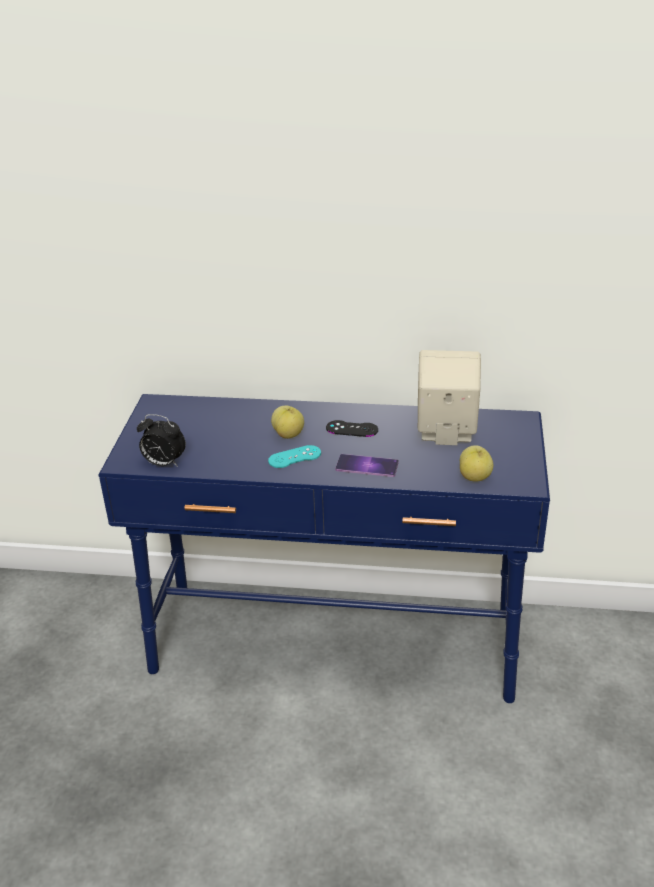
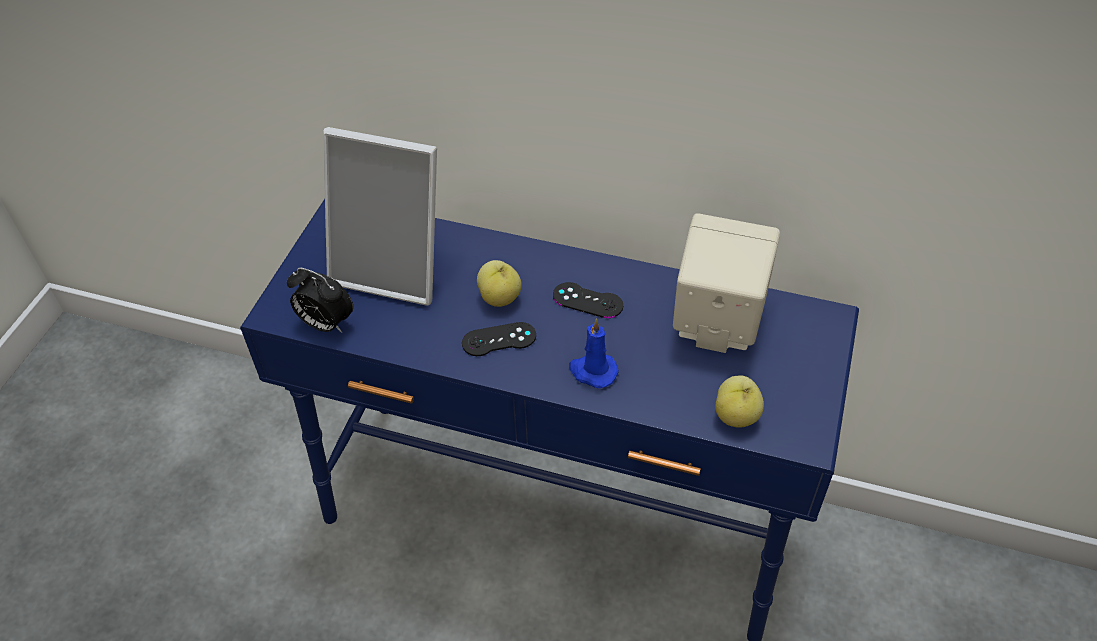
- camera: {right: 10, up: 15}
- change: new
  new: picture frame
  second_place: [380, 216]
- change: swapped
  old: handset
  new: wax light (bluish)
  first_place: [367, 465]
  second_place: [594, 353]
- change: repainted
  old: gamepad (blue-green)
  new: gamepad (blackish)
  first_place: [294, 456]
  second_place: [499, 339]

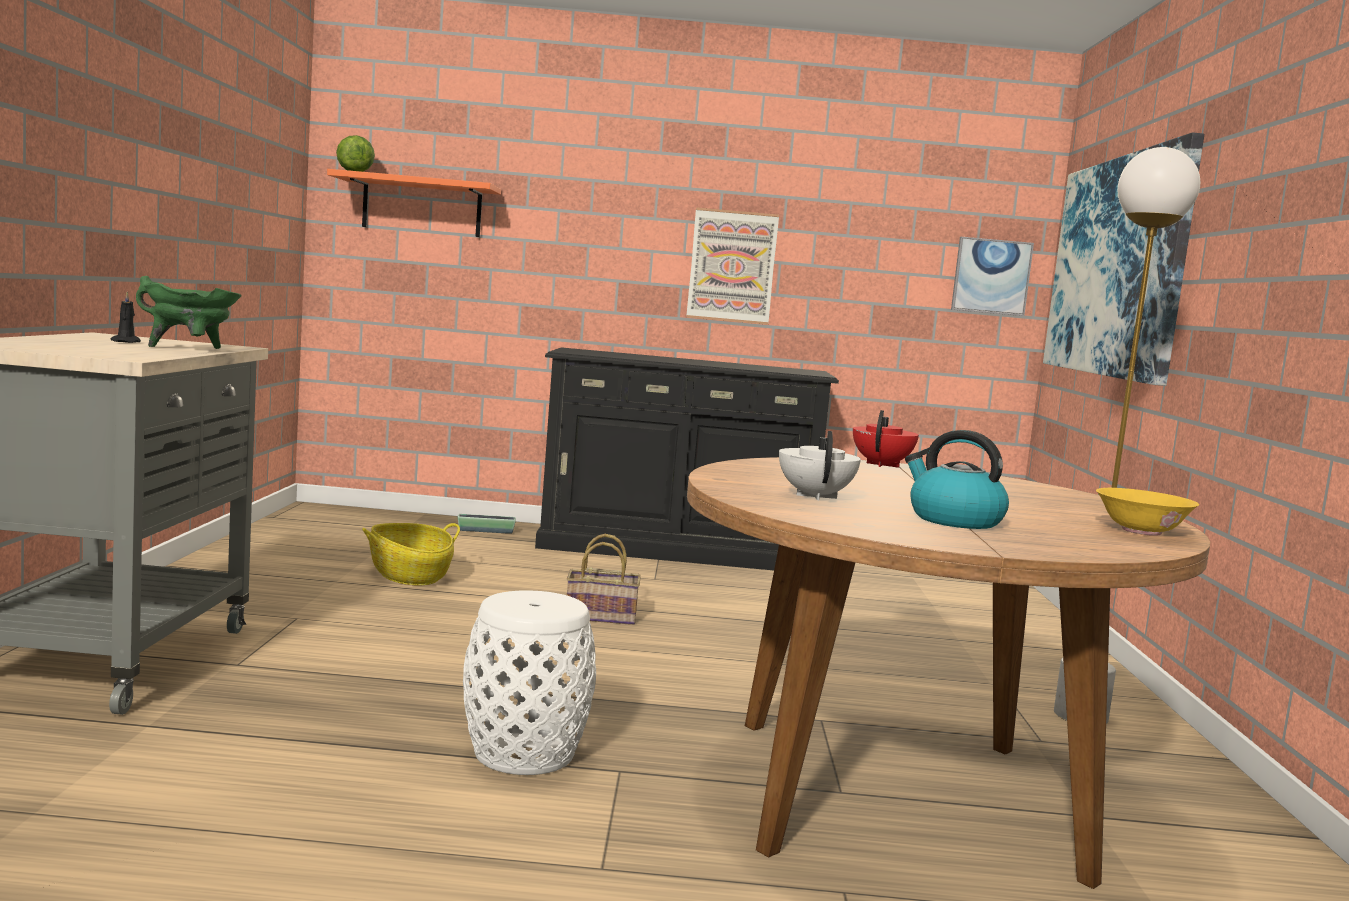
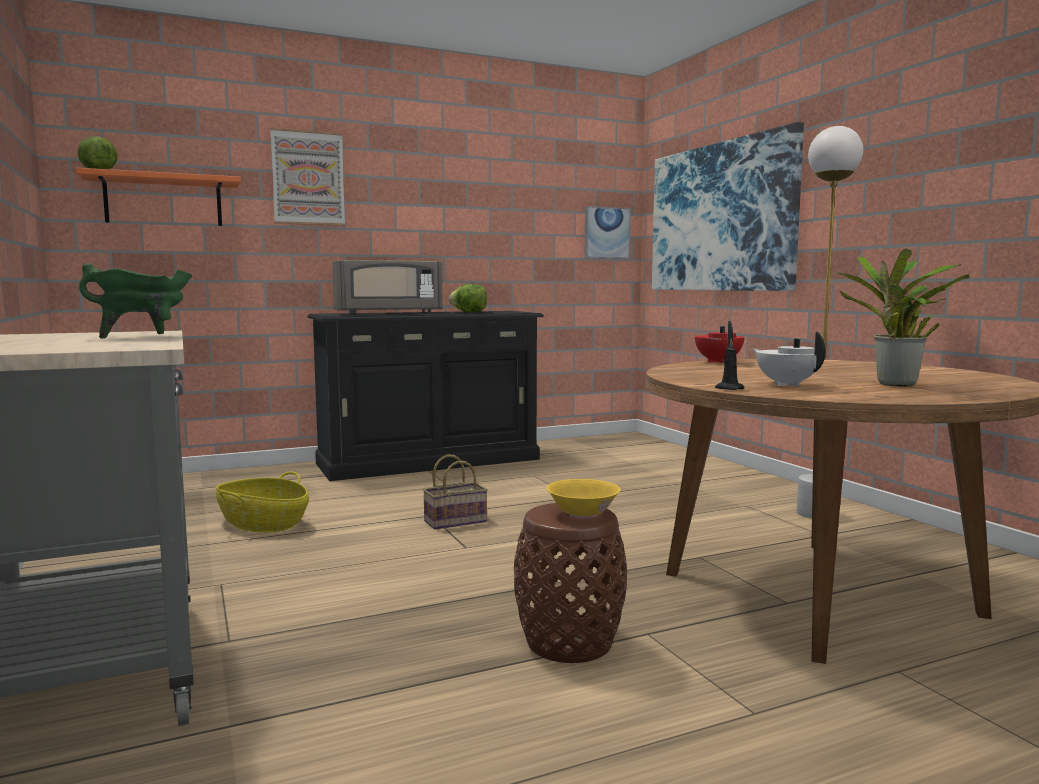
- camera: {right: -25, up: 0}
- change: gone
  old: planter
  first_place: [487, 524]
- change: new
  new: microwave oven (gray)
  second_place: [387, 287]
- change: new
  new: lettuce
  second_place: [468, 298]
- change: shifted
  old: wax light (blackish)
  first_place: [126, 317]
  second_place: [730, 364]
- change: shifted
  old: wall picture
  first_place: [732, 266]
  second_place: [307, 177]
- change: shifted
  old: serving bowl (yellow-coloured)
  first_place: [1147, 512]
  second_place: [583, 499]
- change: swapped
  old: water kettle
  new: houseplant
  first_place: [957, 479]
  second_place: [903, 318]
- change: repainted
  old: stool seat (white-coloured)
  new: stool seat (brown-coloured)
  first_place: [529, 682]
  second_place: [570, 583]

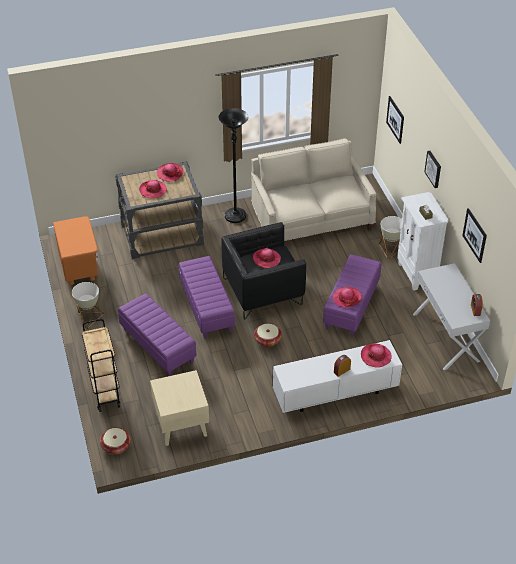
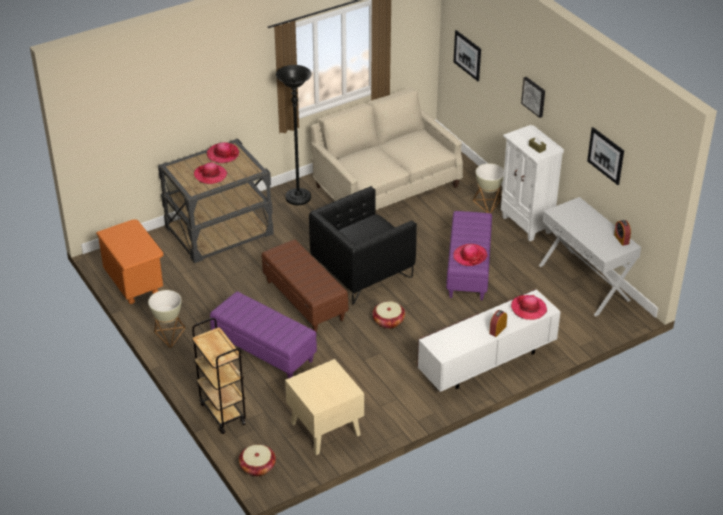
- camera: {right: -15, up: -5}
- change: gone
  old: wearable hat
  first_place: [267, 258]
- change: repainted
  old: pouffe (purple-coloured)
  new: pouffe (brown-coloured)
  first_place: [206, 297]
  second_place: [305, 285]

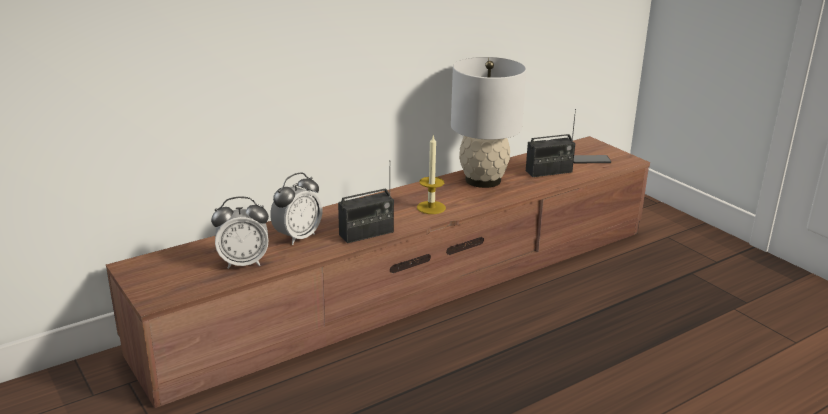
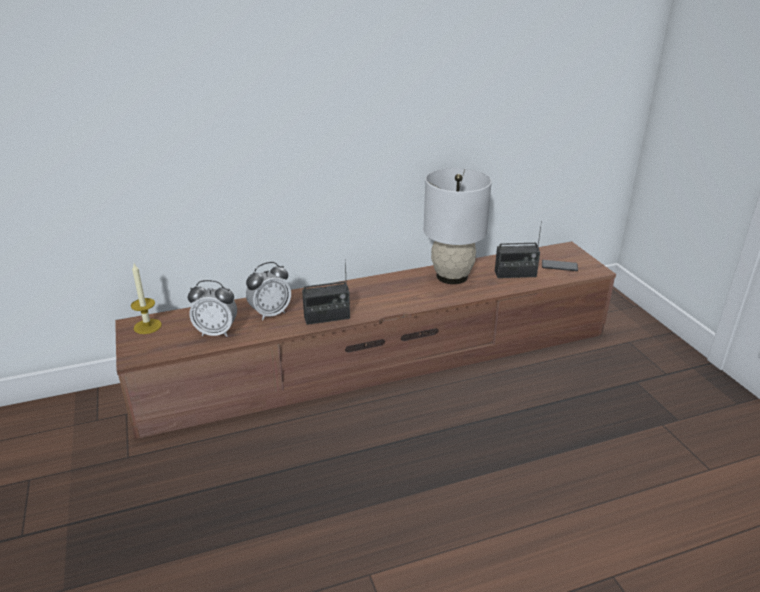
- camera: {right: 15, up: 5}
- change: shifted
  old: wax light
  first_place: [431, 175]
  second_place: [146, 299]

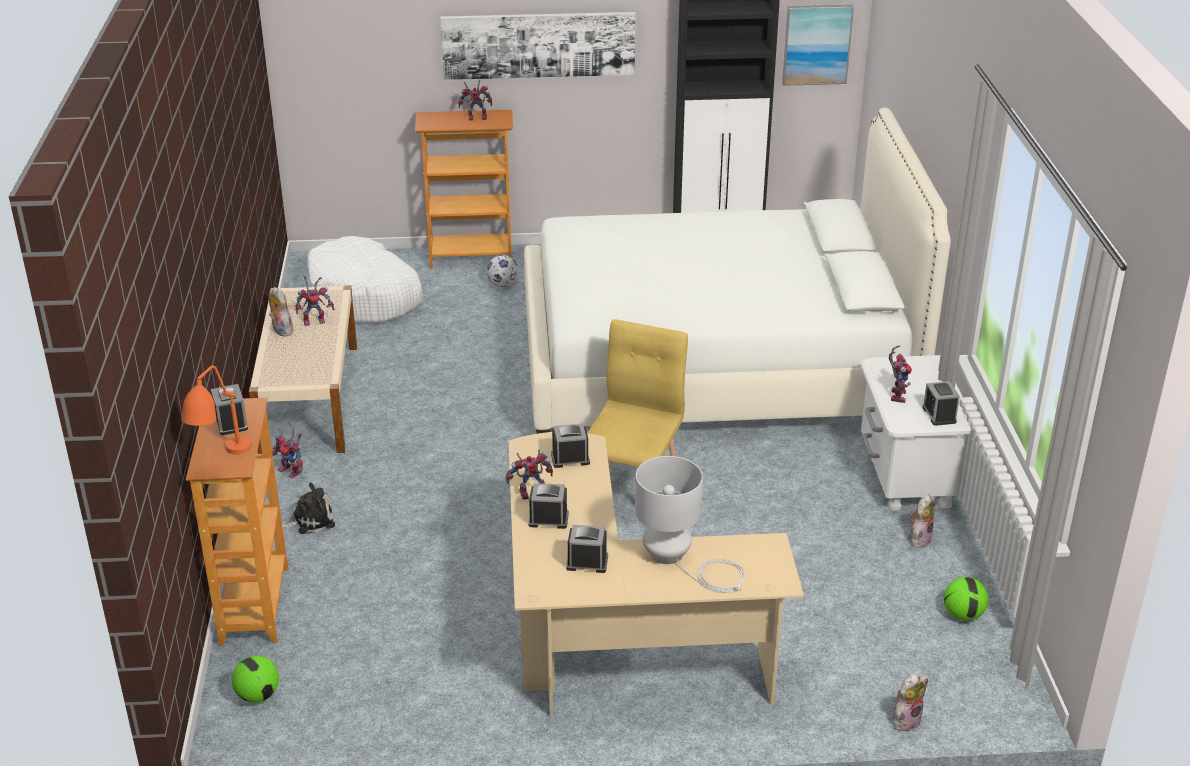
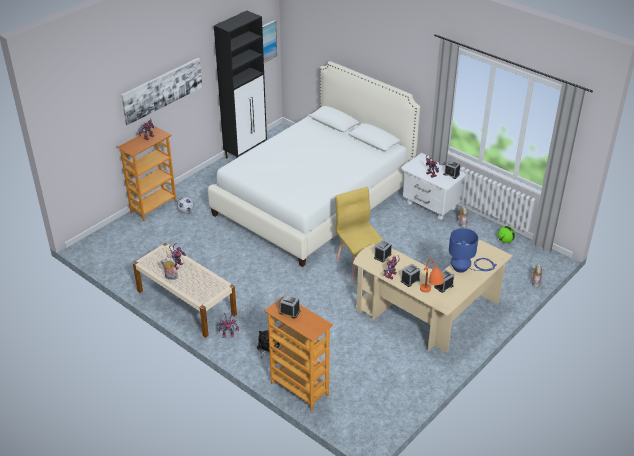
- camera: {right: -45, up: 5}
- change: gone
  old: football ball
  first_place: [255, 679]
- change: gone
  old: pet bed (white-coloured)
  first_place: [365, 279]
- change: shifted
  old: table lamp (orange-coloured)
  first_place: [216, 410]
  second_place: [432, 276]
- change: repainted
  old: table lamp (gray)
  new: table lamp (bluish)
  first_place: [689, 524]
  second_place: [473, 250]

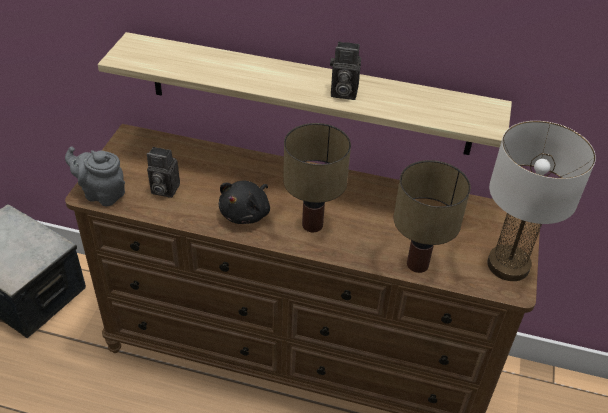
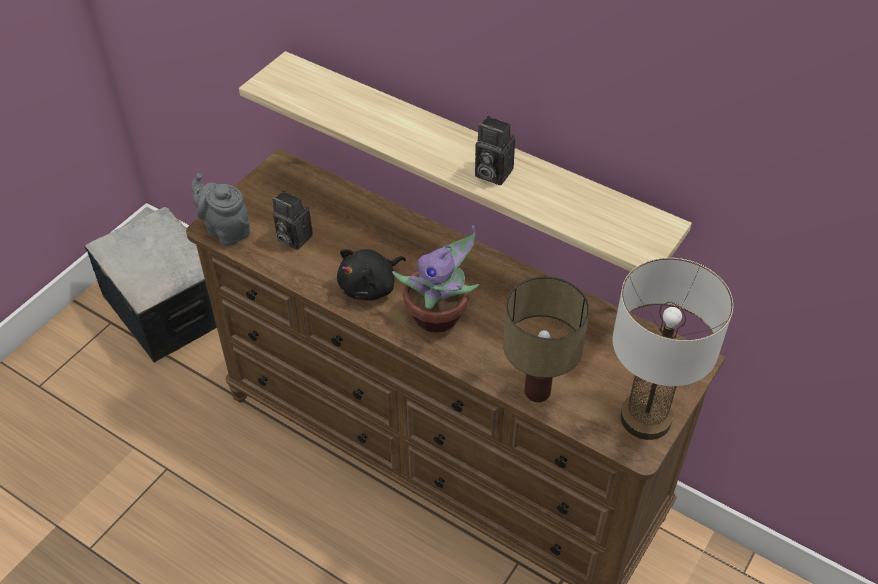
- camera: {right: 20, up: 5}
- change: swapped
  old: table lamp
  new: houseplant
  first_place: [317, 177]
  second_place: [435, 279]

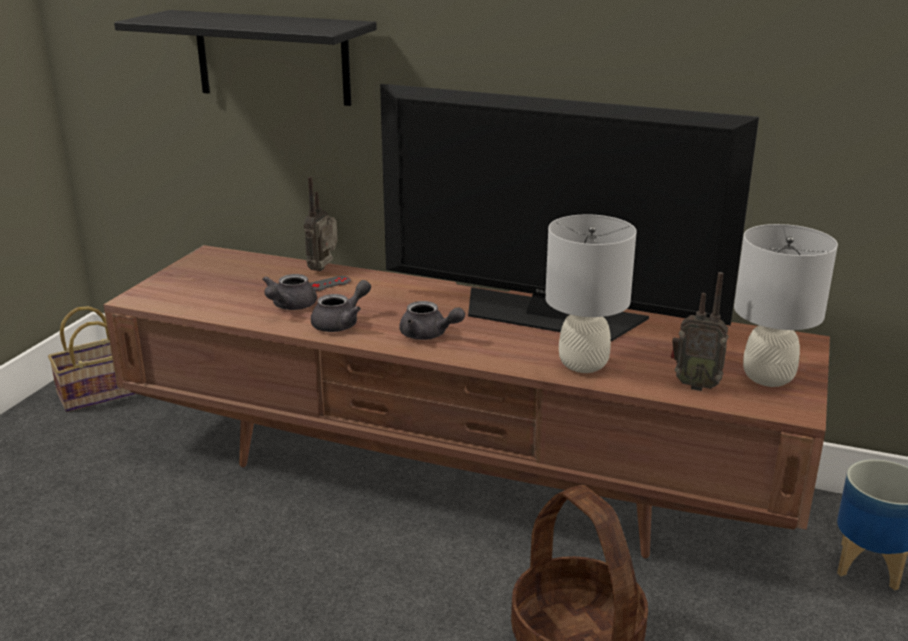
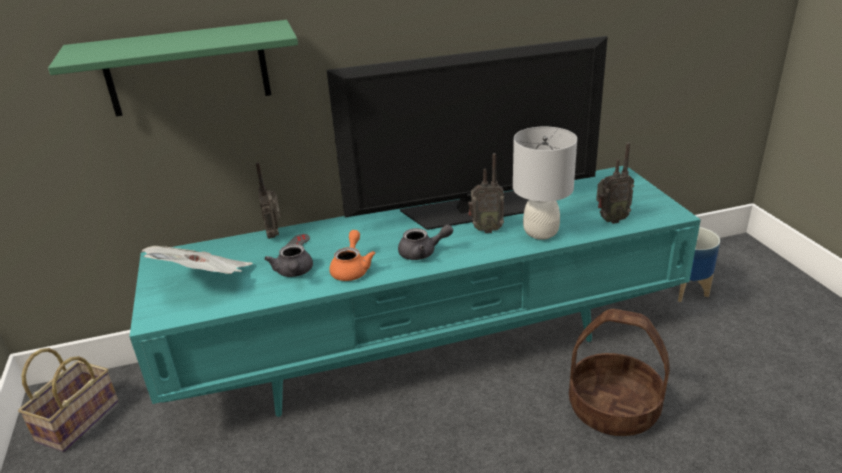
- camera: {right: -35, up: 5}
- change: gone
  old: table lamp (gray)
  first_place: [786, 305]
- change: new
  new: newspaper
  second_place: [197, 260]
- change: new
  new: radio receiver
  second_place: [486, 193]
- change: repainted
  old: media console (brown-coloured)
  new: media console (blue-green)
  first_place: [466, 401]
  second_place: [415, 291]
- change: repainted
  old: wall shelf (blackish)
  new: wall shelf (green)
  first_place: [245, 58]
  second_place: [173, 68]
- change: repainted
  old: tea pot (gray)
  new: tea pot (orange-coloured)
  first_place: [341, 306]
  second_place: [352, 255]

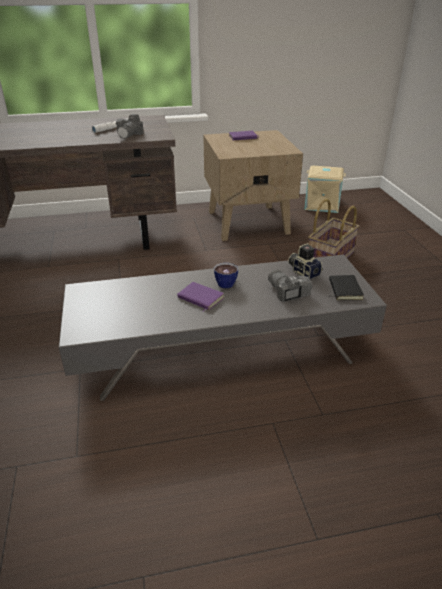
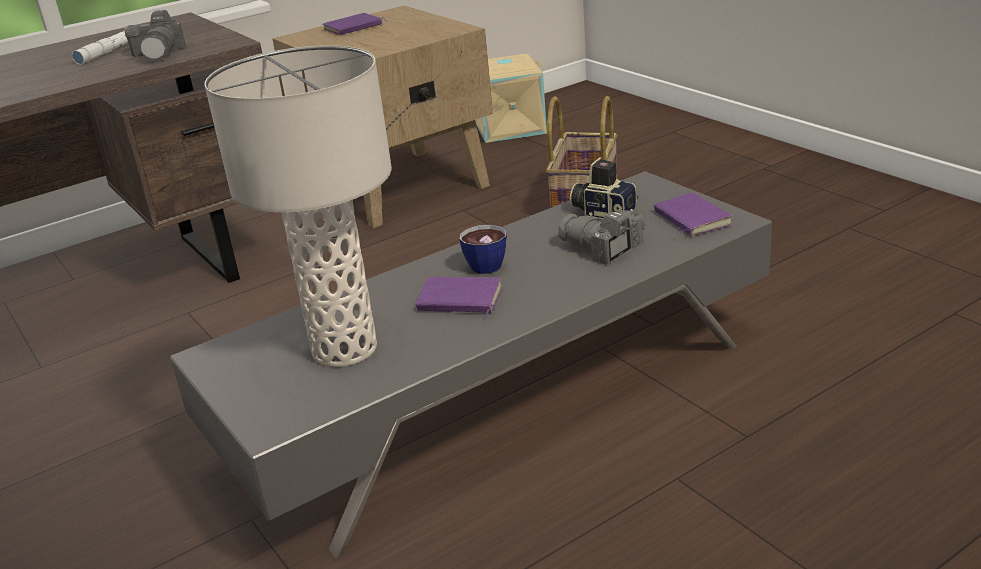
- camera: {right: -20, up: -5}
- change: new
  new: table lamp (white-coloured)
  second_place: [297, 206]
- change: repainted
  old: volume (blackish)
  new: volume (purple-coloured)
  first_place: [346, 287]
  second_place: [693, 214]

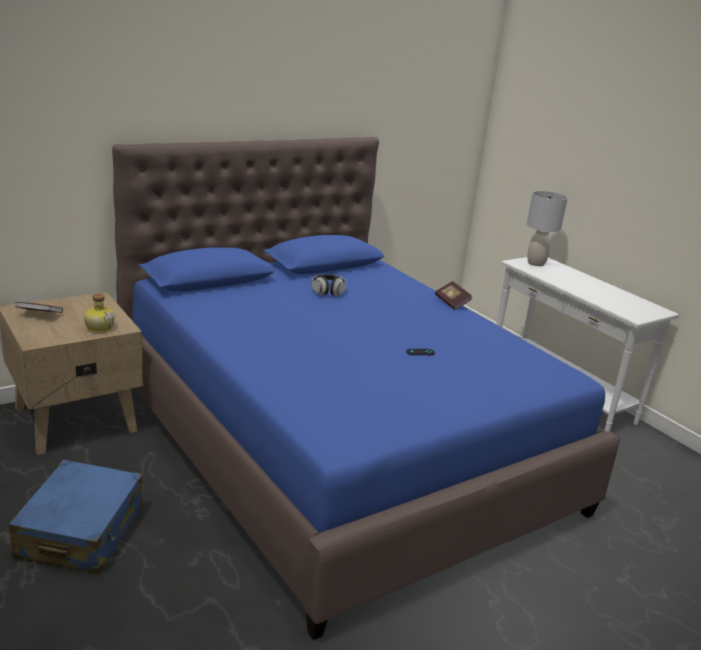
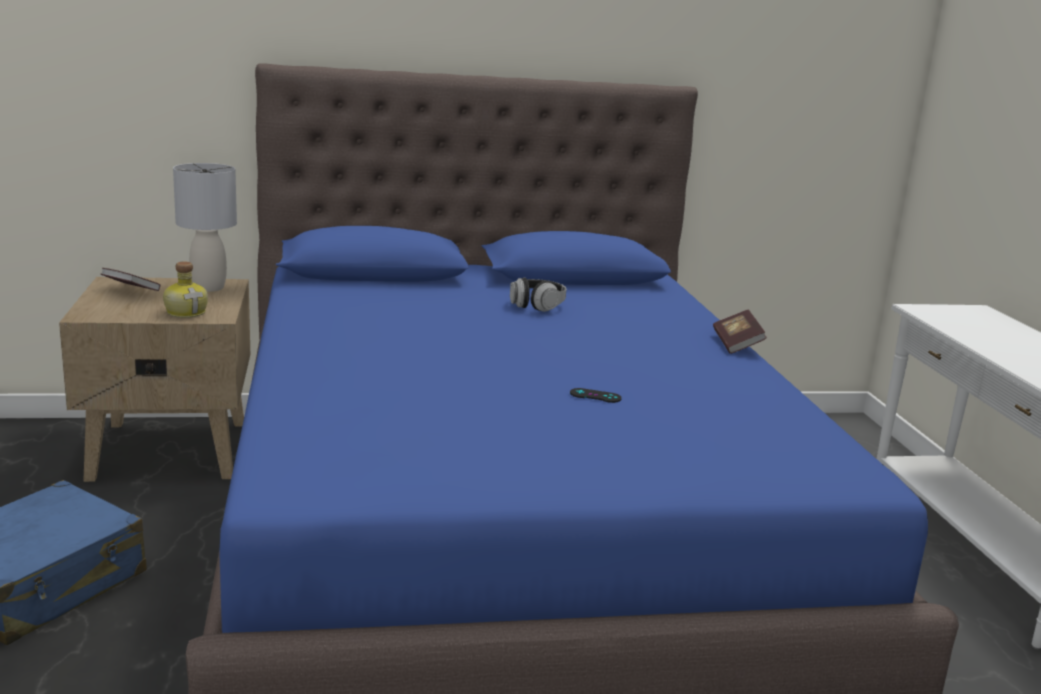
- camera: {right: 25, up: -5}
- change: shifted
  old: table lamp (gray)
  first_place: [547, 228]
  second_place: [205, 227]

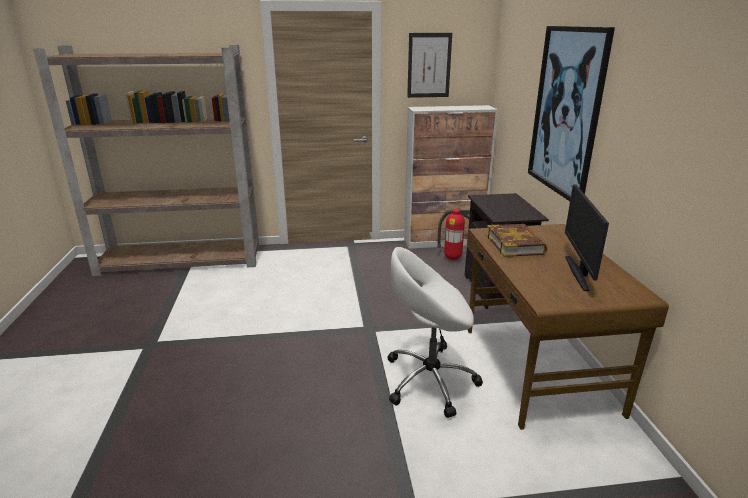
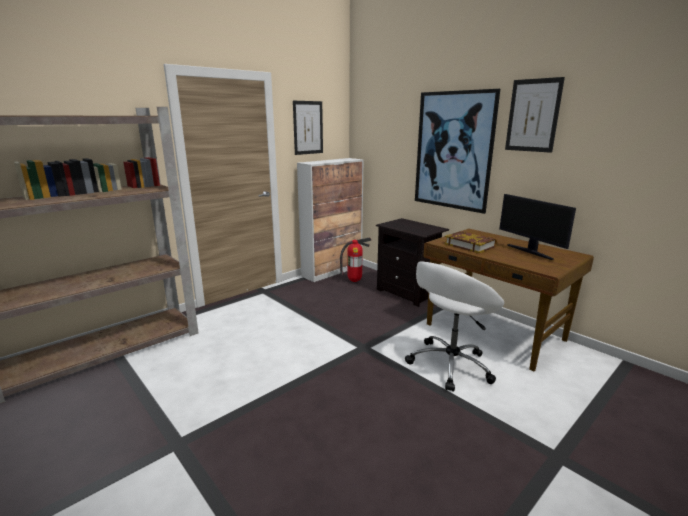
- camera: {right: -35, up: -5}
- change: new
  new: wall picture
  second_place: [535, 115]

